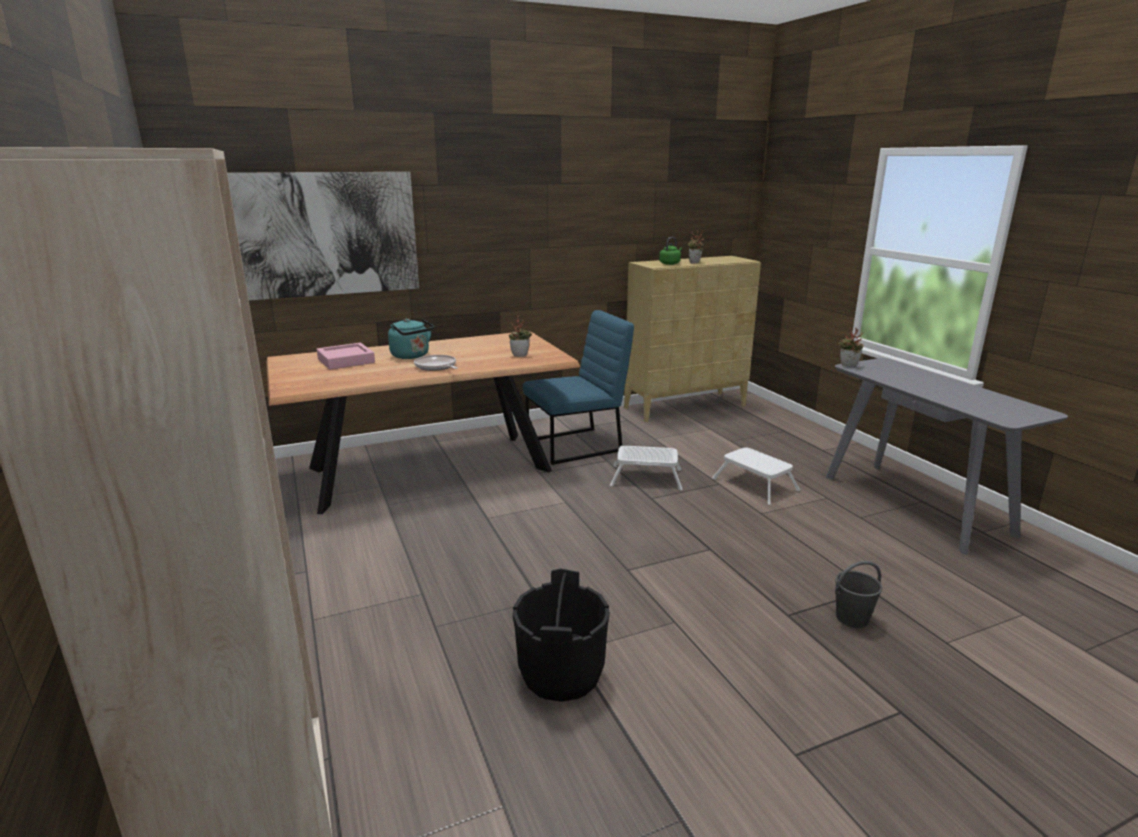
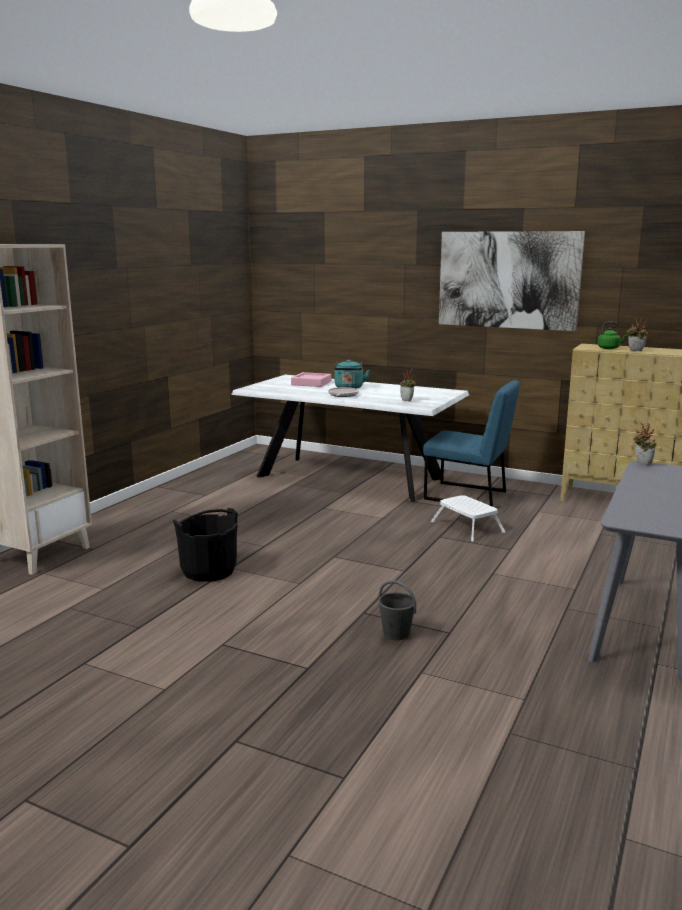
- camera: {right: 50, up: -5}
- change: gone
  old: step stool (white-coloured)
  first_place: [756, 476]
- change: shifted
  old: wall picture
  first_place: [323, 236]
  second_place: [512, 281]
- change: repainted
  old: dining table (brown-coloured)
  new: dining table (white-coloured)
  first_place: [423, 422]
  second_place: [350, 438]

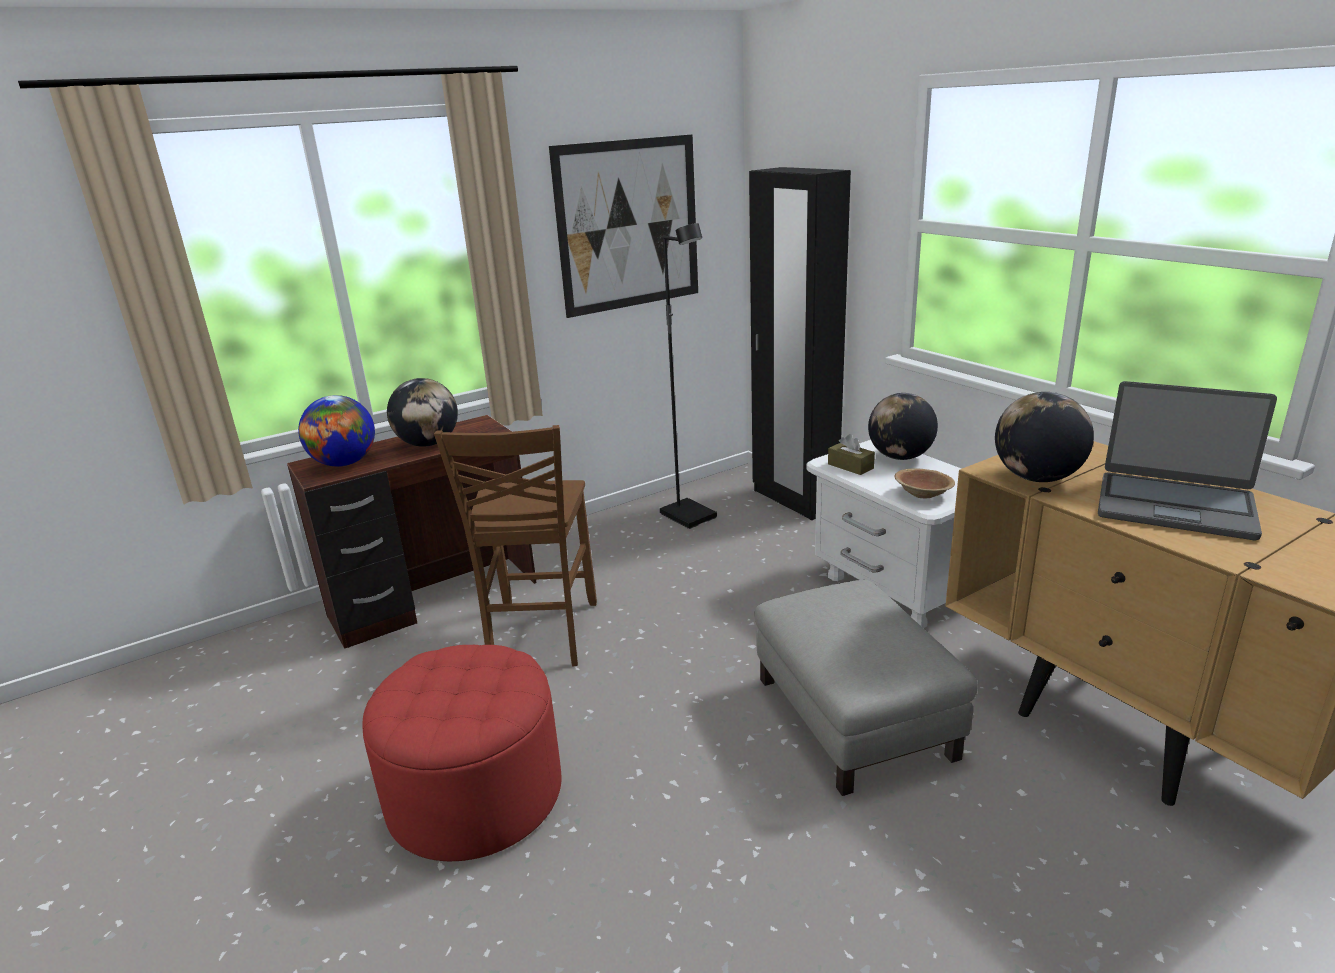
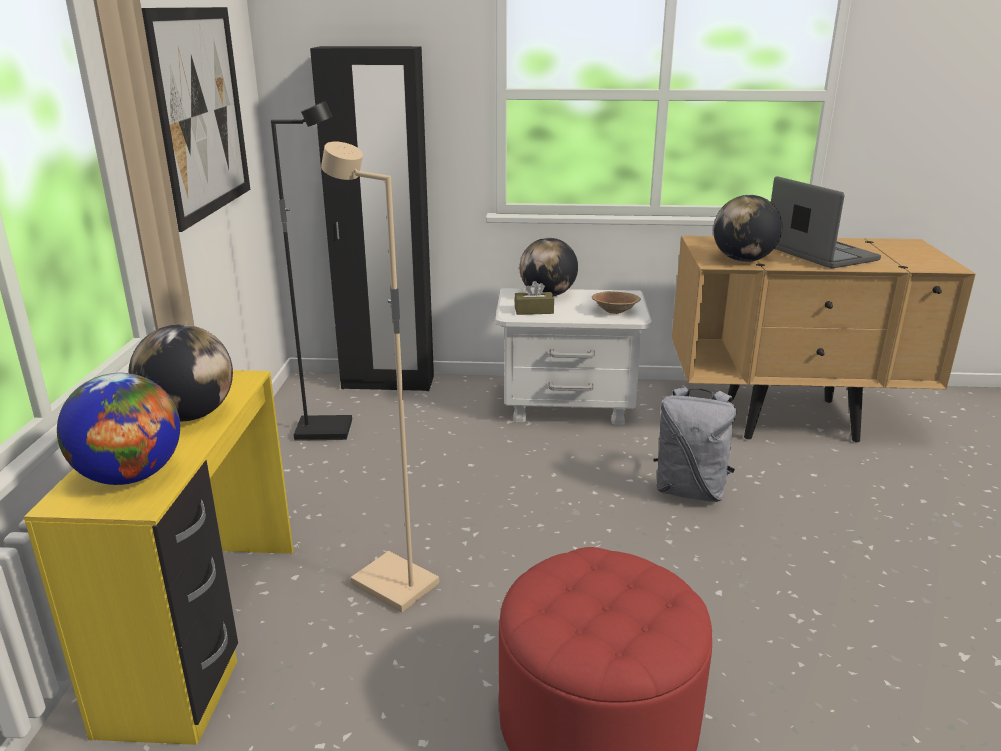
- camera: {right: -55, up: 0}
- change: swapped
  old: upright chair (brown-coloured)
  new: standing lamp (beige)
  first_place: [515, 546]
  second_place: [380, 377]
- change: swapped
  old: pouffe (gray)
  new: rucksack (gray)
  first_place: [866, 688]
  second_place: [695, 444]
- change: repainted
  old: desk table (brown-coloured)
  new: desk table (yellow-coloured)
  first_place: [412, 532]
  second_place: [159, 558]
- change: rotated
  old: laptop
  first_place: [1187, 460]
  second_place: [826, 222]
  degrees: -90

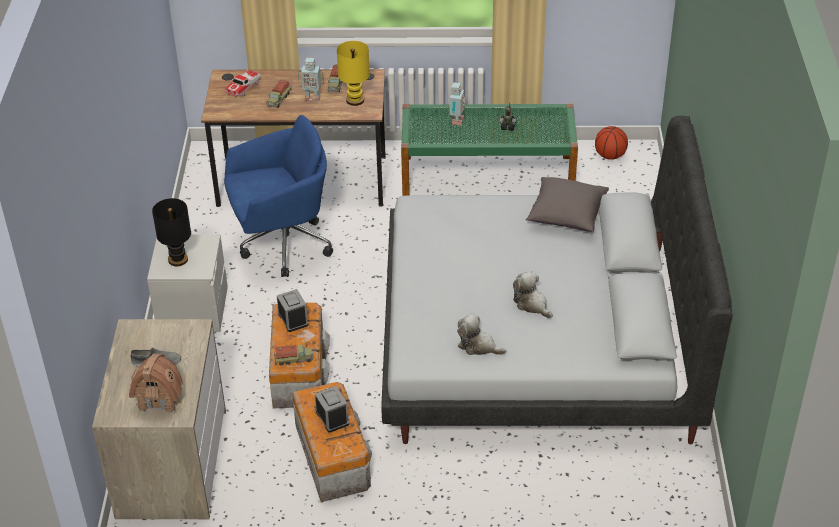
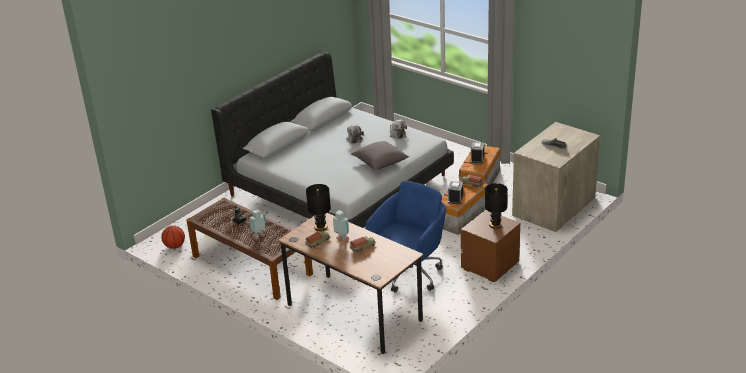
- camera: {right: -140, up: -10}
- change: gone
  old: model house
  first_place: [155, 383]
- change: gone
  old: miniature car
  first_place: [243, 83]
- change: shifted
  old: cushion (gray)
  first_place: [567, 204]
  second_place: [380, 156]
- change: repainted
  old: bedside table (white-coloured)
  new: bedside table (brown-coloured)
  first_place: [187, 284]
  second_place: [490, 246]
- change: repainted
  old: table lamp (yellow-coloured)
  new: table lamp (blackish)
  first_place: [353, 73]
  second_place: [318, 207]
- change: repainted
  old: long seat (green)
  new: long seat (brown-coloured)
  first_place: [489, 149]
  second_place: [250, 248]
- change: rotated
  old: office chair (bluish)
  first_place: [278, 196]
  second_place: [405, 237]
  degrees: 105

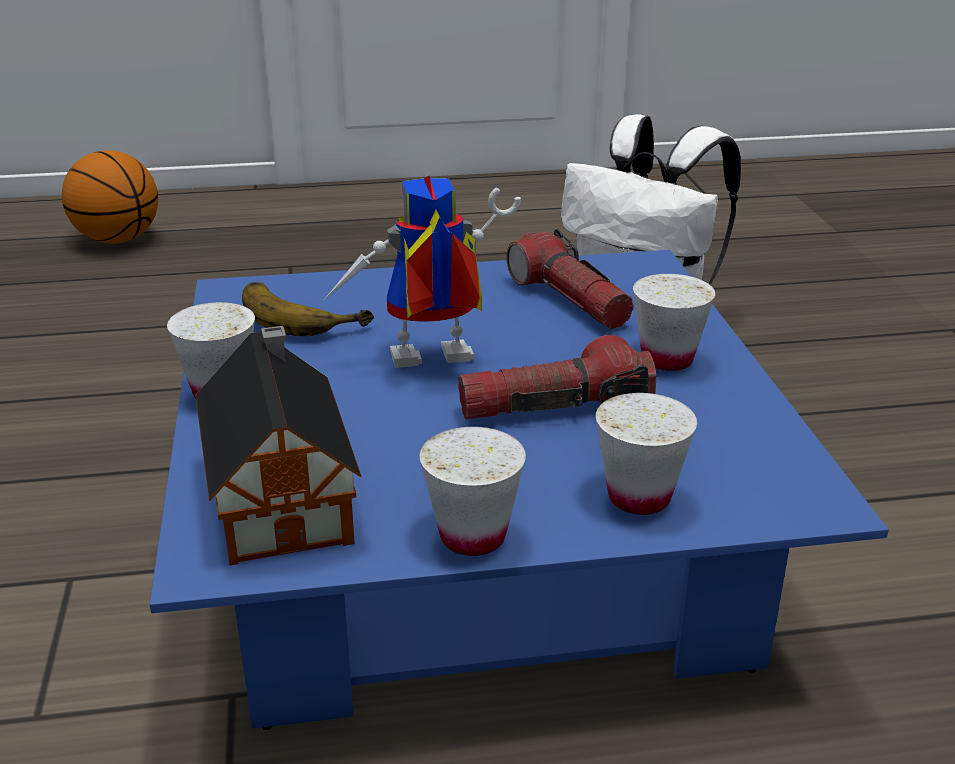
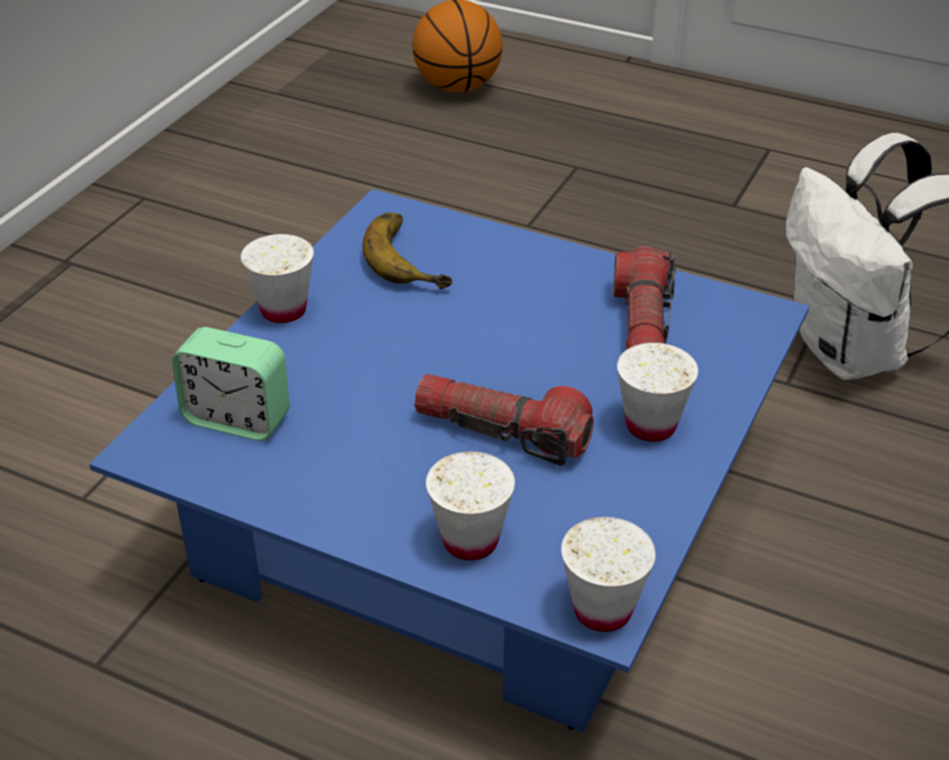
- camera: {right: 35, up: 10}
- change: gone
  old: robot figure
  first_place: [422, 272]
- change: shifted
  old: cup (white-coloured)
  first_place: [473, 491]
  second_place: [608, 574]
- change: swapped
  old: model house
  new: alarm clock
  first_place: [278, 446]
  second_place: [231, 384]

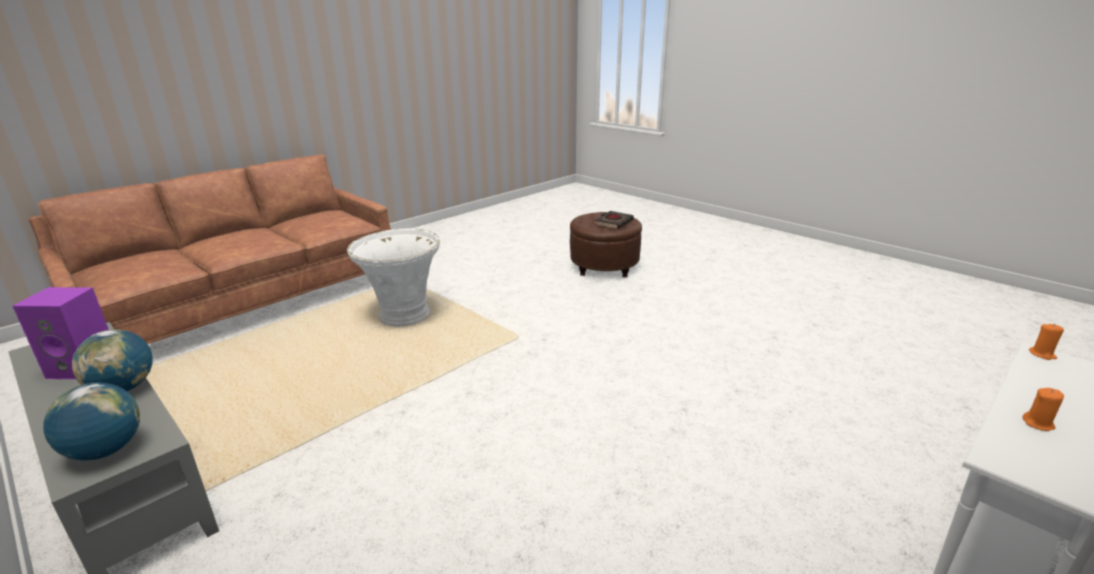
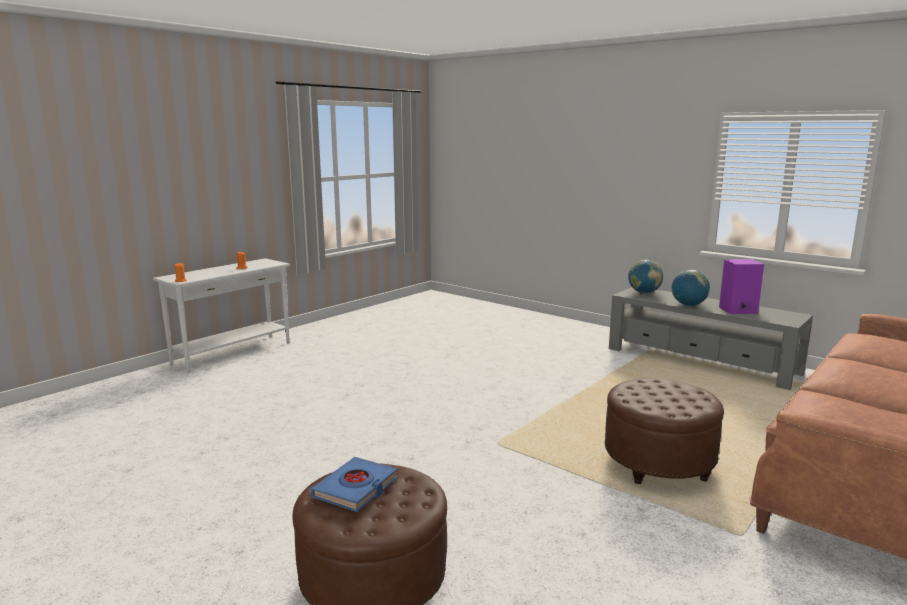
- camera: {right: 175, up: -10}
- change: swapped
  old: planter (white-coloured)
  new: pouffe (brown-coloured)
  first_place: [393, 277]
  second_place: [664, 431]
- change: repainted
  old: volume (blackish)
  new: volume (bluish)
  first_place: [614, 220]
  second_place: [354, 484]

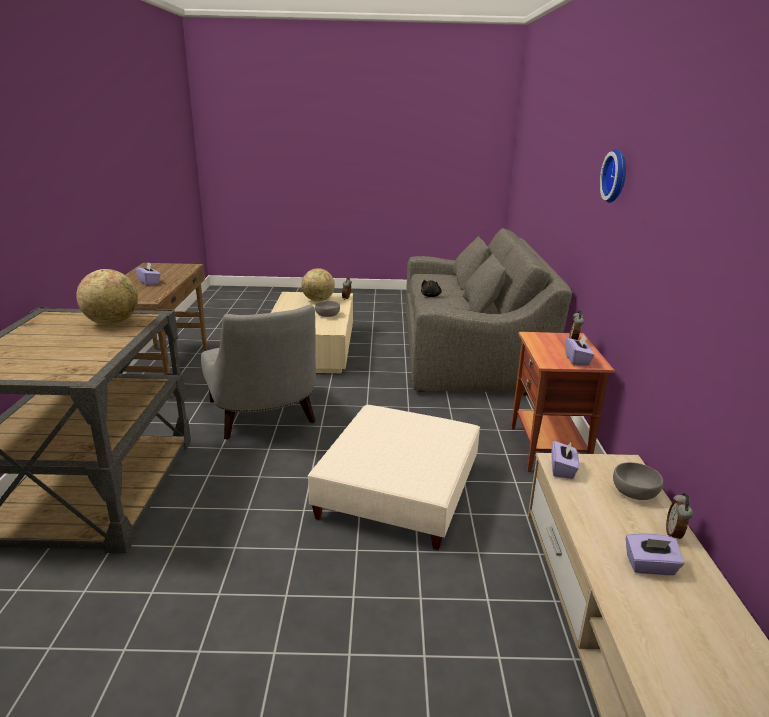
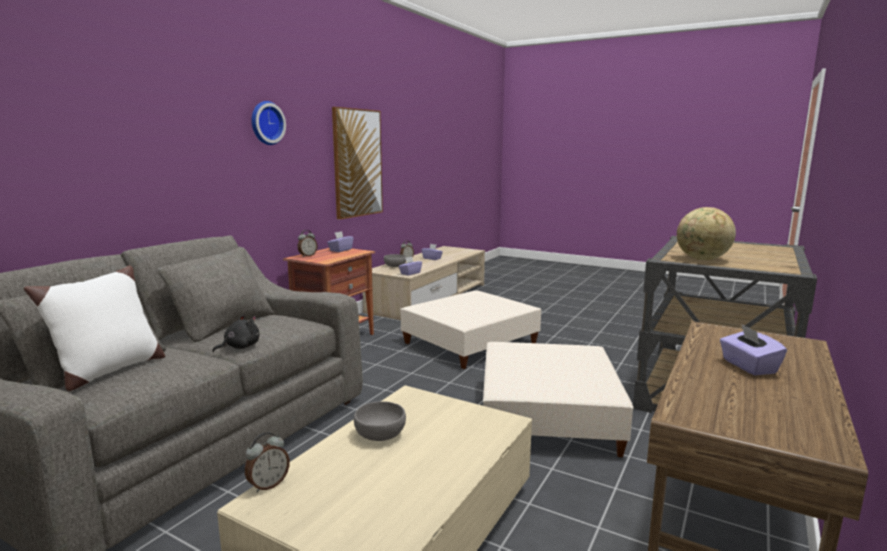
- camera: {right: -150, up: -10}
- change: gone
  old: desk globe
  first_place: [318, 285]
- change: new
  new: cushion (white-coloured)
  second_place: [94, 328]
- change: new
  new: wall picture
  second_place: [357, 163]
- change: swapped
  old: armchair (gray)
  new: pouffe (beige)
  first_place: [258, 372]
  second_place: [558, 399]

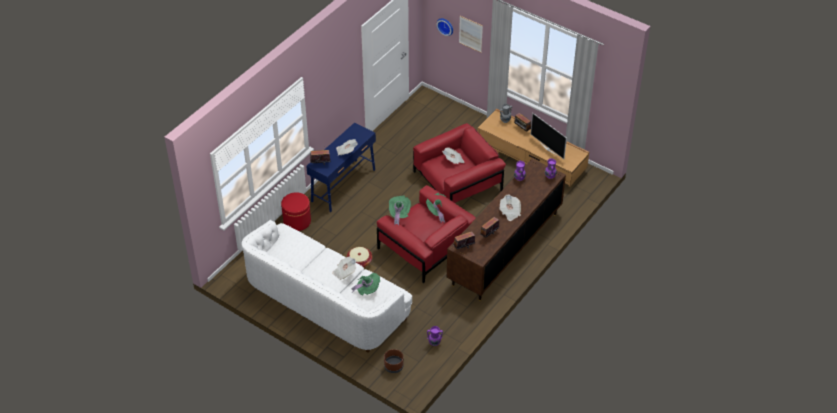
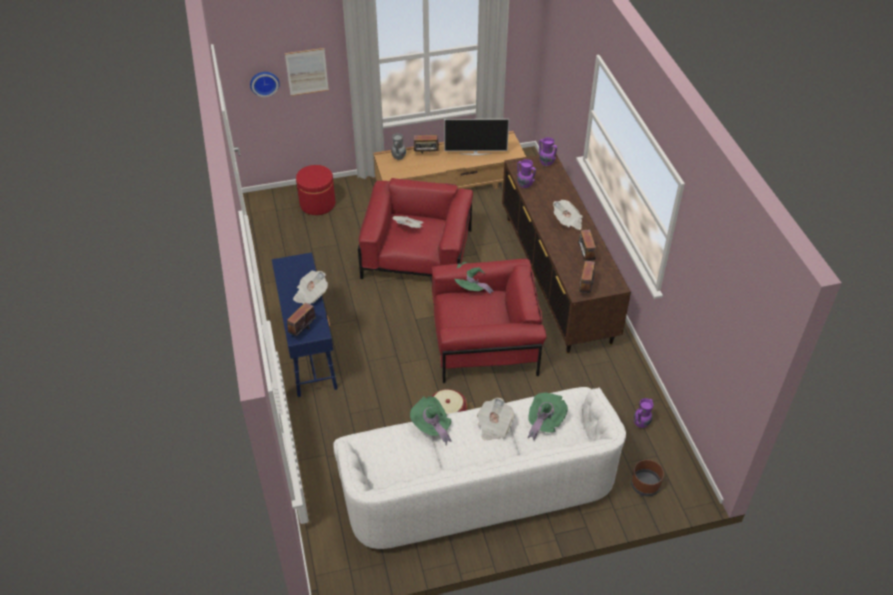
- camera: {right: -50, up: 0}
- change: shifted
  old: pouffe (reddish)
  first_place: [296, 211]
  second_place: [315, 190]
- change: shifted
  old: wearable hat (green)
  first_place: [400, 210]
  second_place: [430, 420]

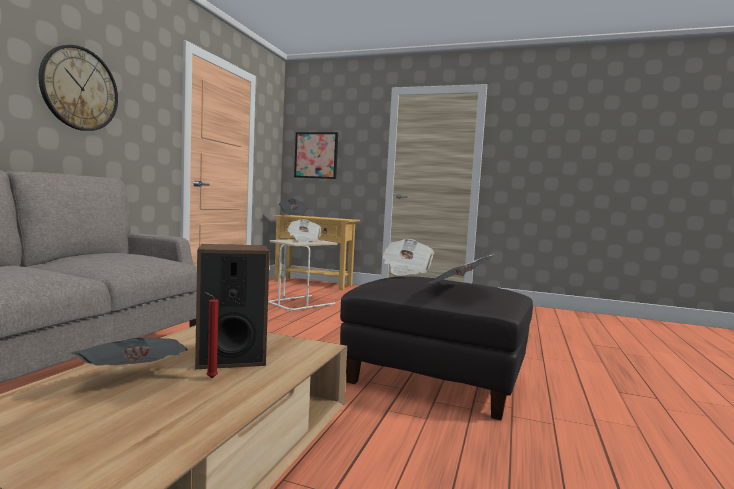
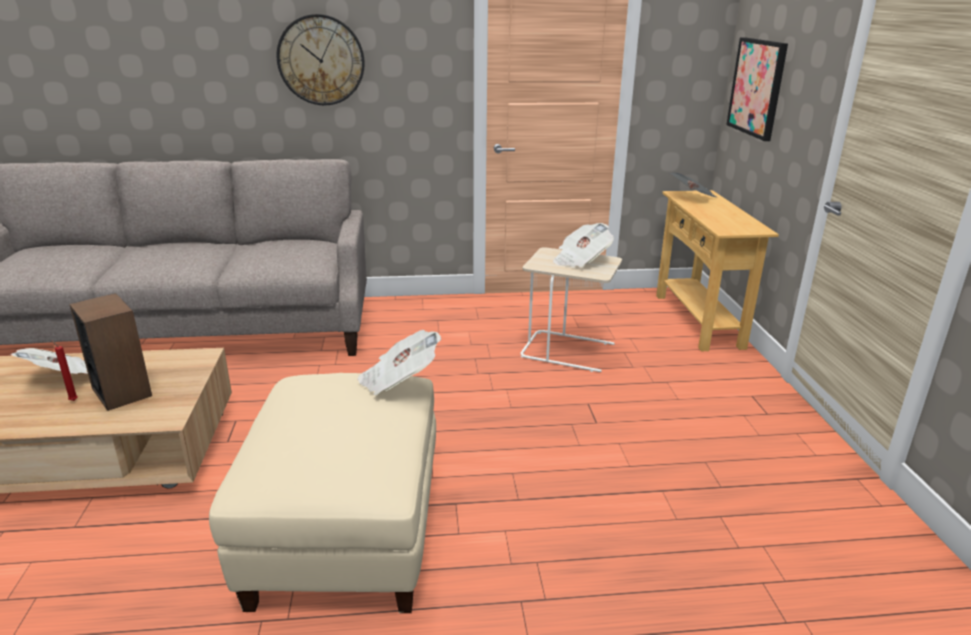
- camera: {right: 65, up: 20}
- change: gone
  old: newspaper
  first_place: [459, 269]
- change: repainted
  old: pouffe (blackish)
  new: pouffe (beige)
  first_place: [436, 348]
  second_place: [322, 493]

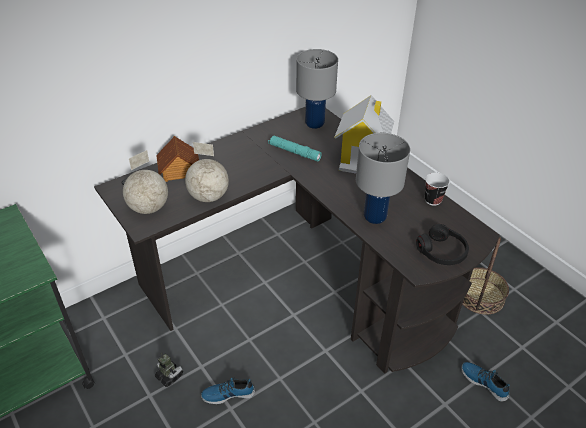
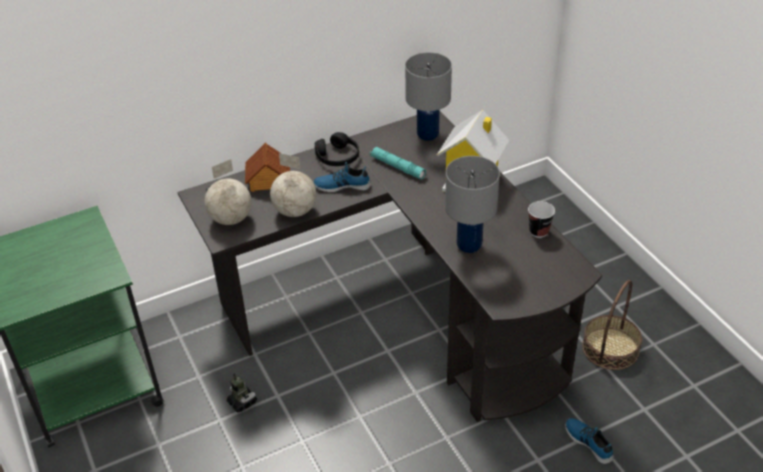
- camera: {right: 10, up: 0}
- change: shifted
  old: item of footwear
  first_place: [228, 391]
  second_place: [342, 177]
- change: shifted
  old: headset (blackish)
  first_place: [442, 244]
  second_place: [337, 149]

